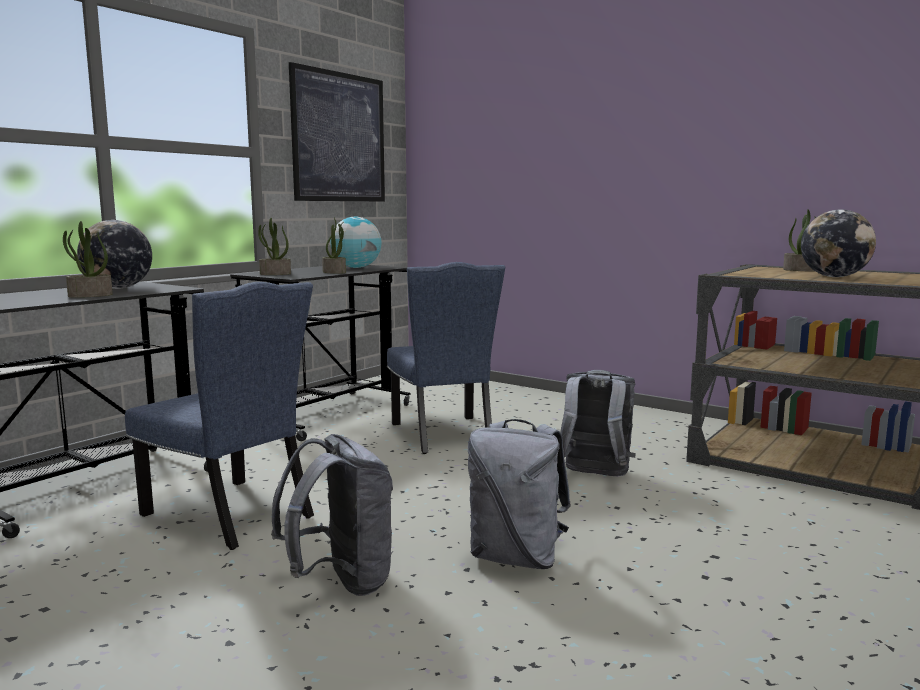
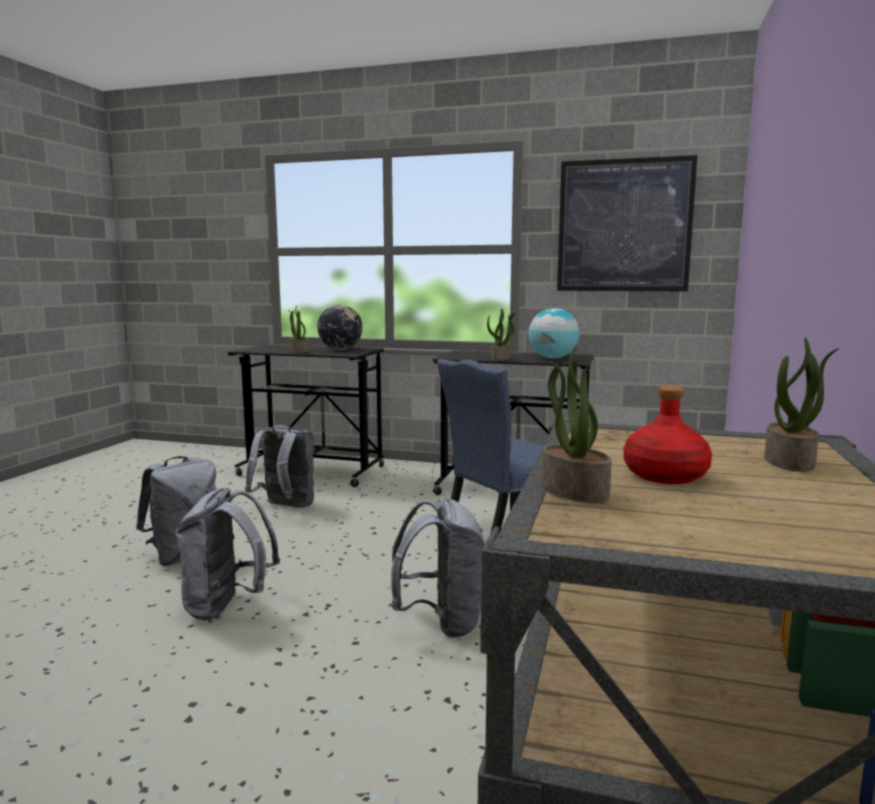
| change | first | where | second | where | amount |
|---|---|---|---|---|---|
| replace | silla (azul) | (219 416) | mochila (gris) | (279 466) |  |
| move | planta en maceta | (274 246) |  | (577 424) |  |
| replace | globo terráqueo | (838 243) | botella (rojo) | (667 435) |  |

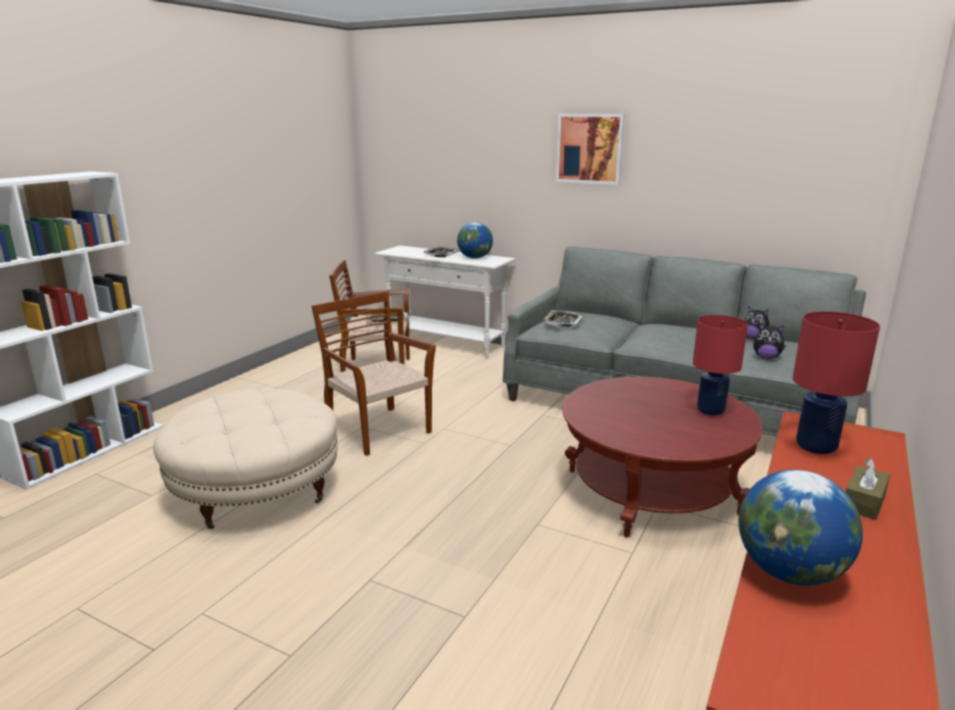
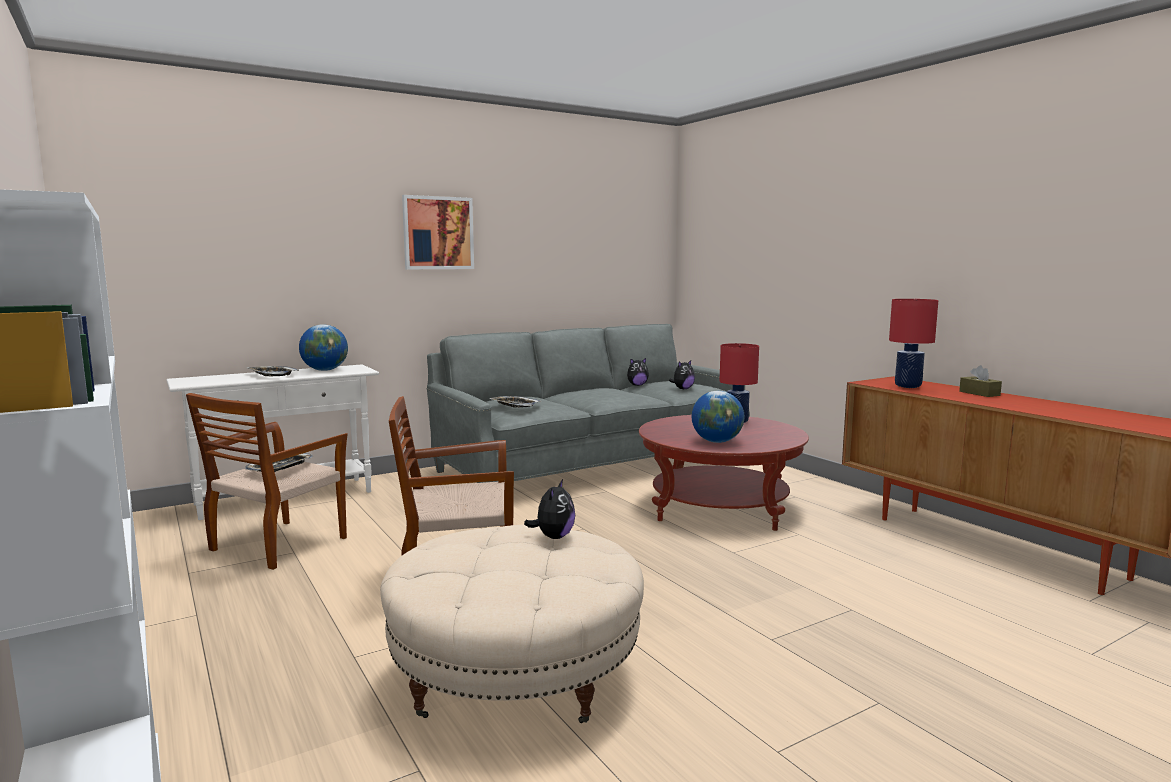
| change | first | where | second | where | amount |
|---|---|---|---|---|---|
| move | globo terráqueo | (800 527) |  | (718 417) |  |
| insert |  |  | peluche | (549 509) |  |

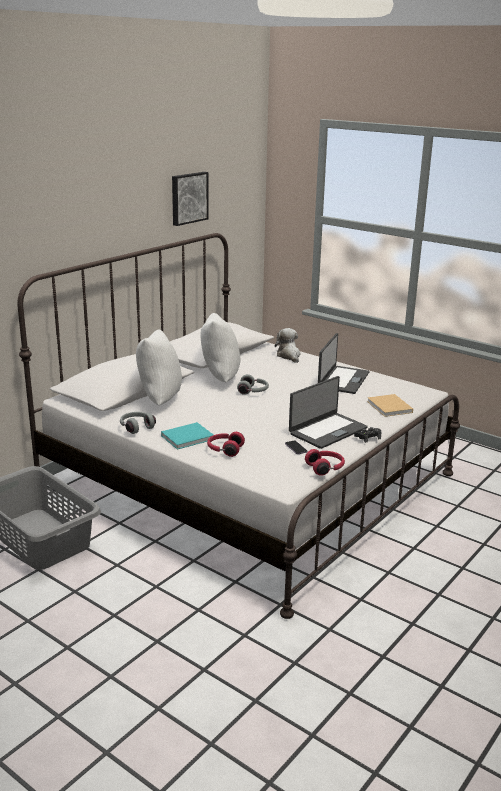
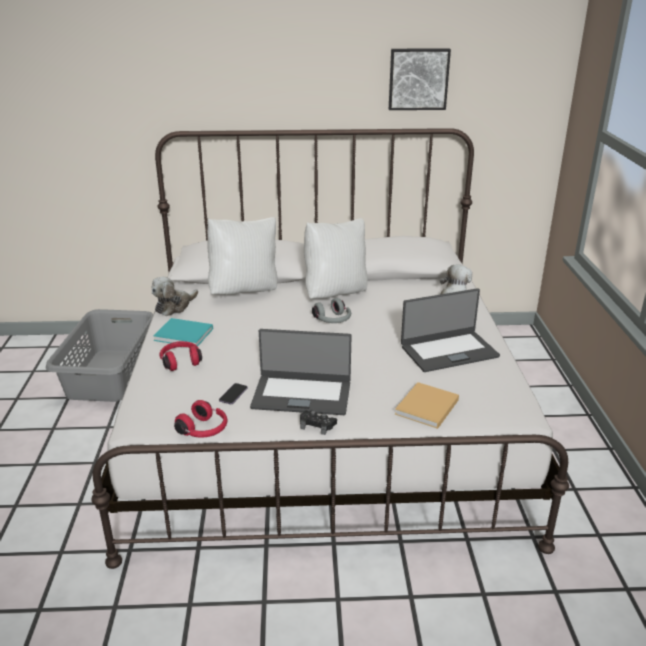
| change | first | where | second | where | amount |
|---|---|---|---|---|---|
| replace | auriculares (gris) | (138 423) | peluche | (174 296) |  |

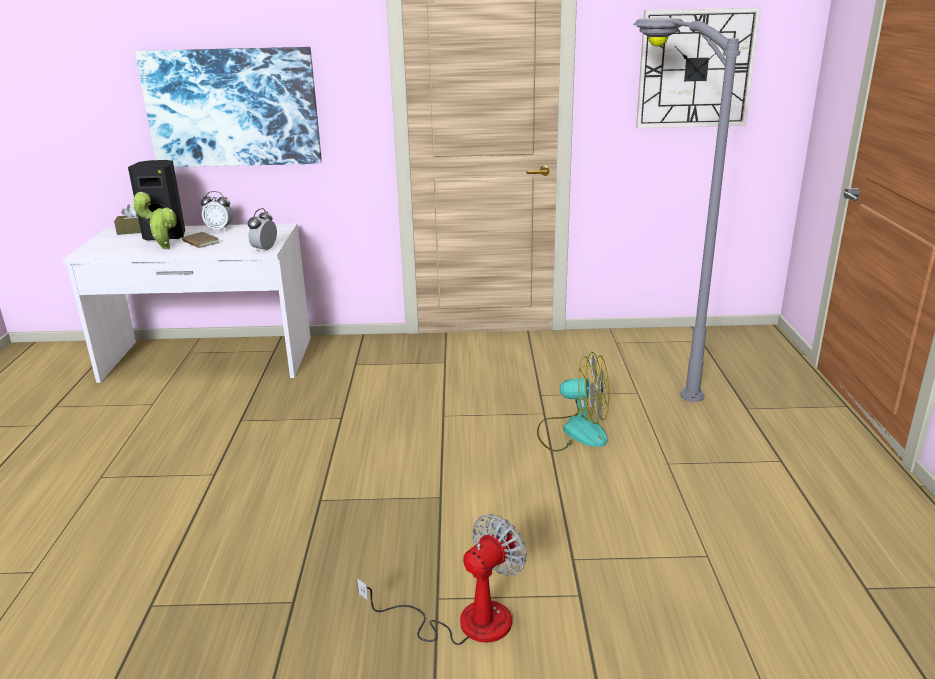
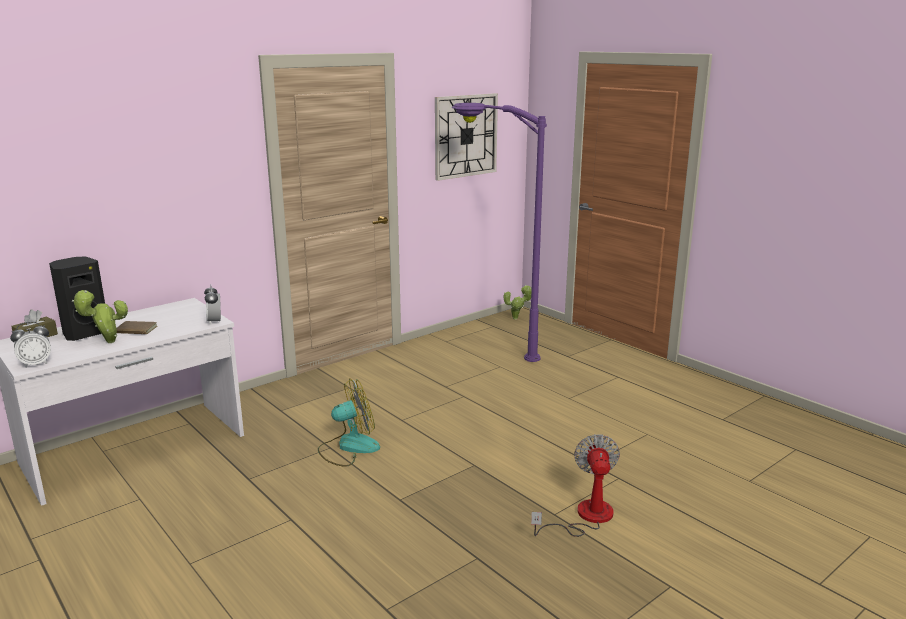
| change | first | where | second | where | amount |
|---|---|---|---|---|---|
| delete | cuadro | (228 107) |  |  |  |
| move | despertador | (217 211) |  | (30 345) |  |
| move | ventilador | (573 402) |  | (349 422) |  |
| recolor | lámpara de pie (gris) | (686 210) | lámpara de pie (morado) | (499 232) |  |
| insert |  |  | planta en maceta | (517 302) |  |

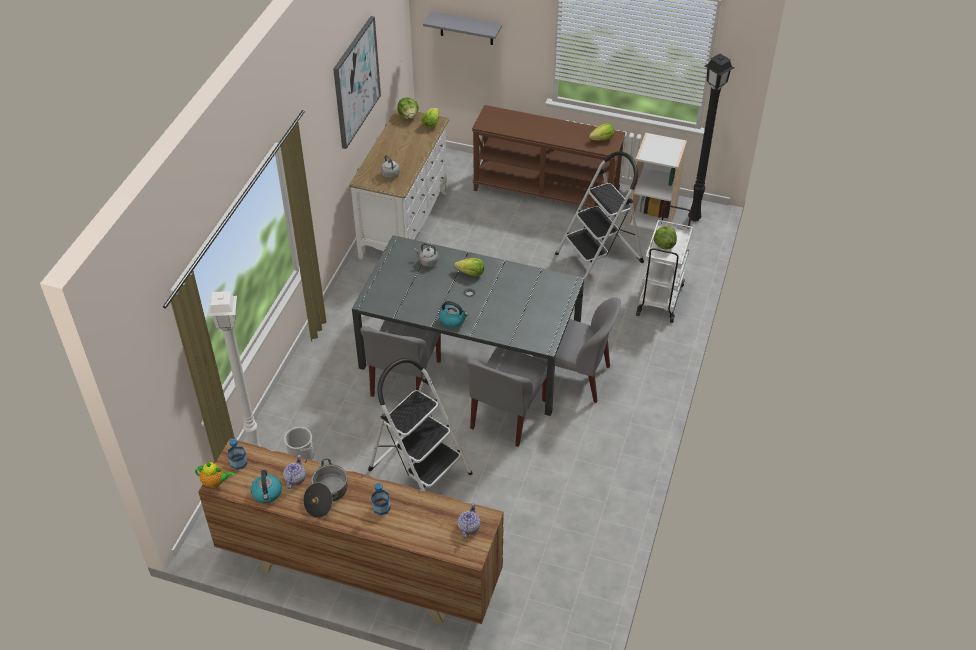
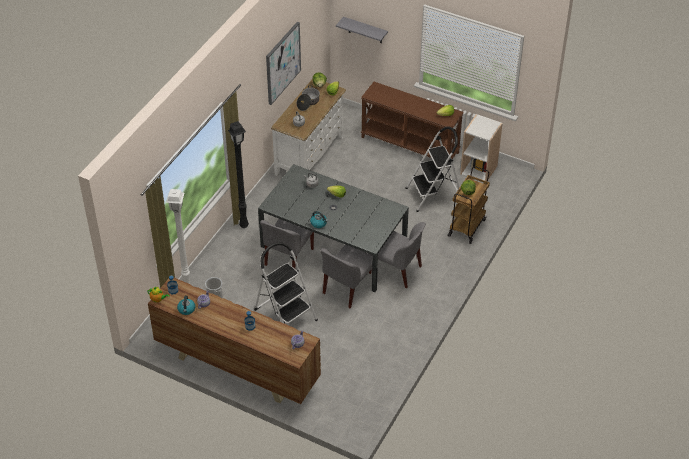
| change | first | where | second | where | amount |
|---|---|---|---|---|---|
| move | olla | (325 488) |  | (308 98) |  |
| recolor | carrito (blanco) | (664 264) | carrito (marrón) | (468 205) |  |
| move | lámpara de pie (negro) | (711 137) |  | (238 174) |  |

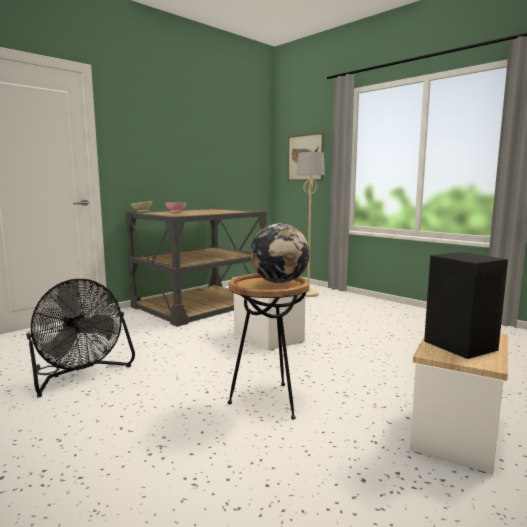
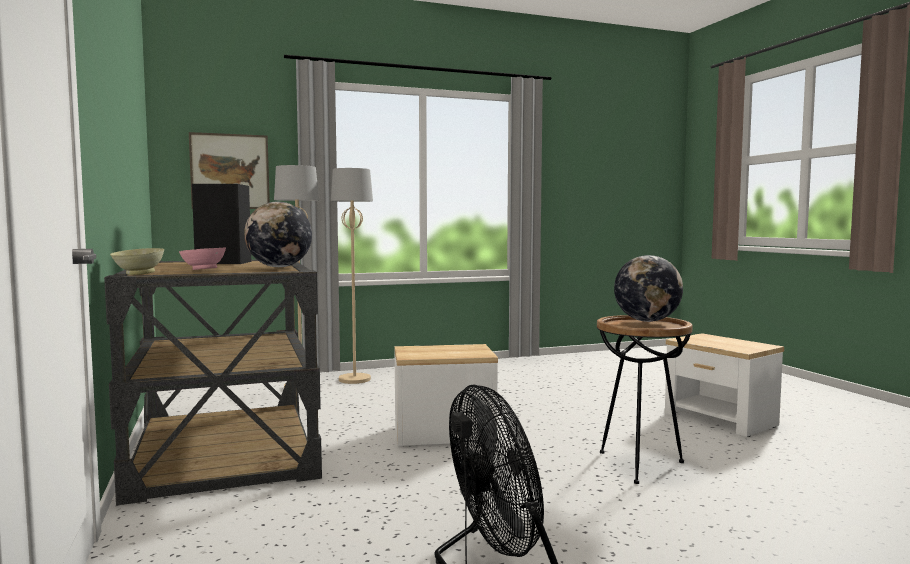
| change | first | where | second | where | amount |
|---|---|---|---|---|---|
| move | altavoz (negro) | (466 305) |  | (221 224) |  |
| insert |  |  | globo terráqueo | (278 234) |  |
| insert |  |  | lámpara de pie (beis) | (352 276) |  |

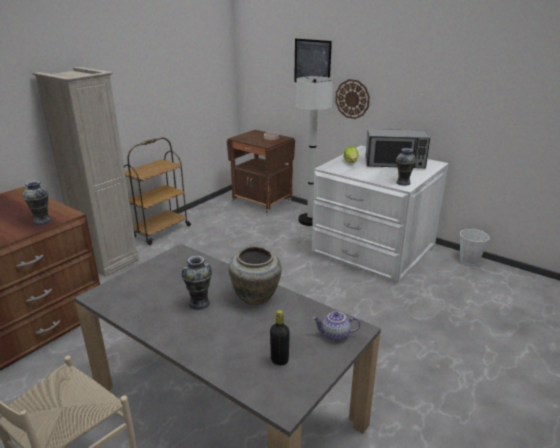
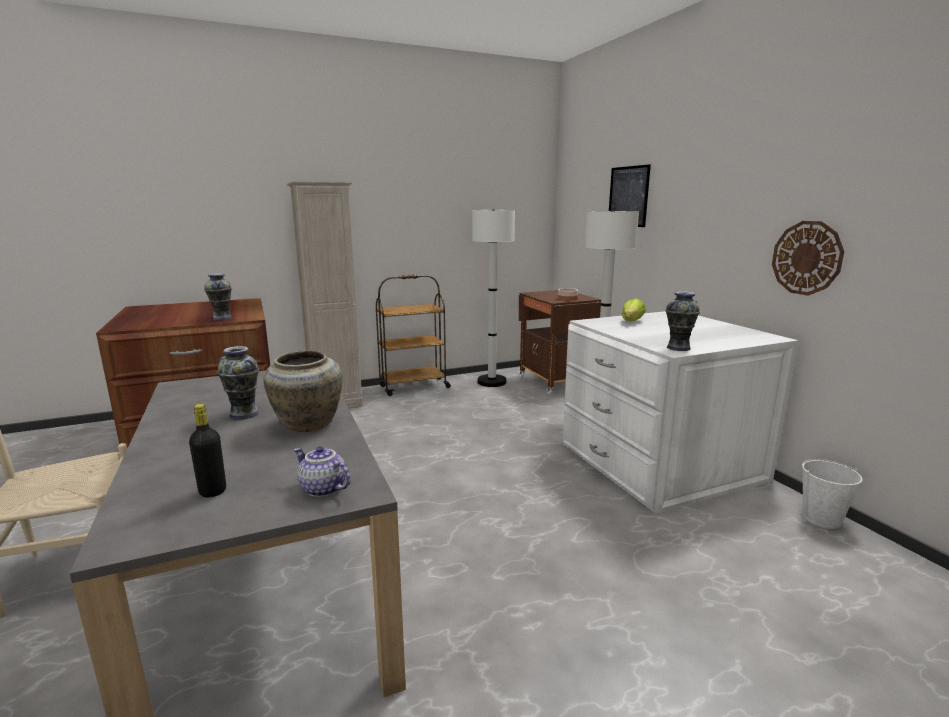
| change | first | where | second | where | amount |
|---|---|---|---|---|---|
| move | reloj de pared | (352 99) |  | (808 258) |  |
| delete | microondas | (397 148) |  |  |  |
| insert |  |  | lámpara de pie (blanco) | (493 298) |  |

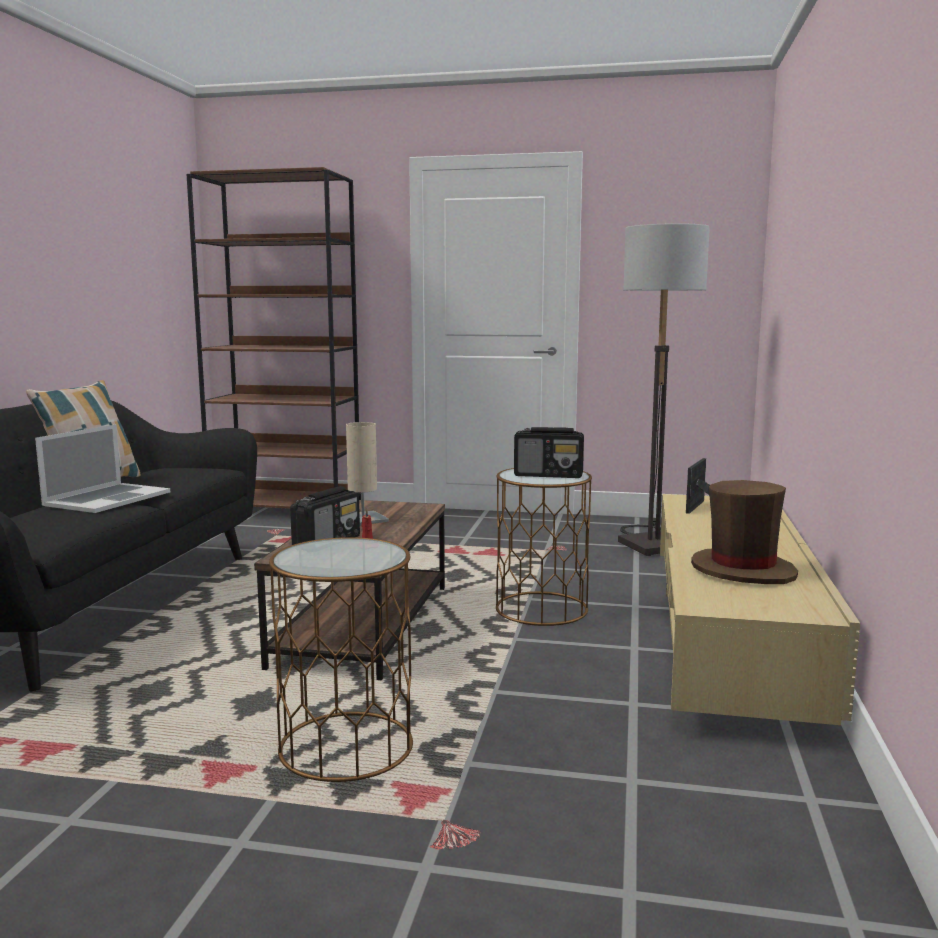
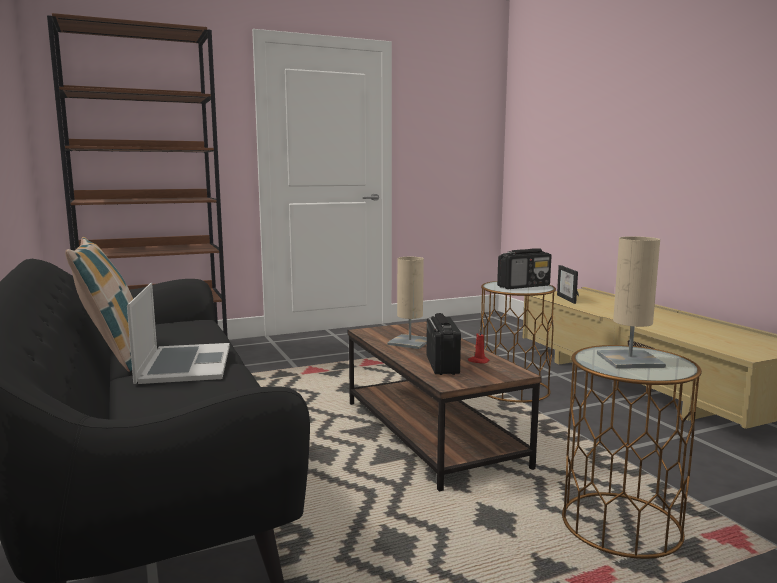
| change | first | where | second | where | amount |
|---|---|---|---|---|---|
| delete | lámpara de pie | (664 389) |  |  |  |
| delete | sombrero (marrón) | (744 532) |  |  |  |
| insert |  |  | lámpara de mesa (beis) | (631 302) |  |

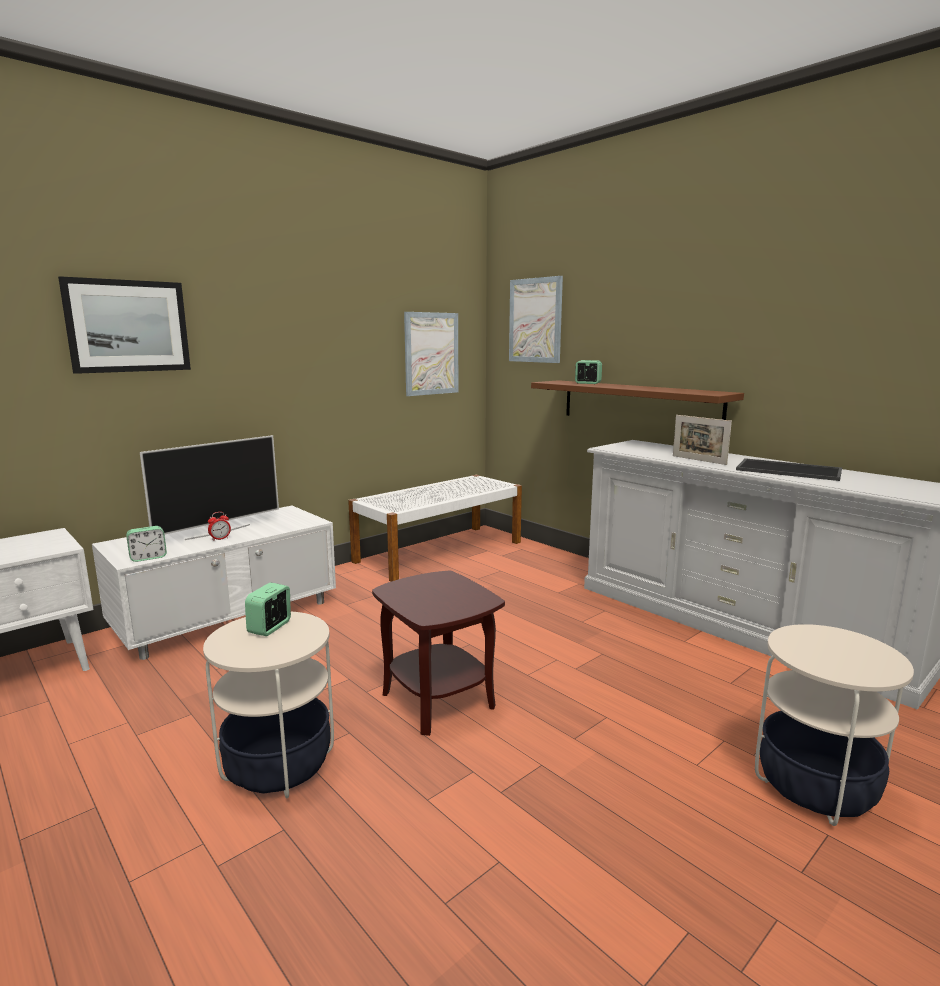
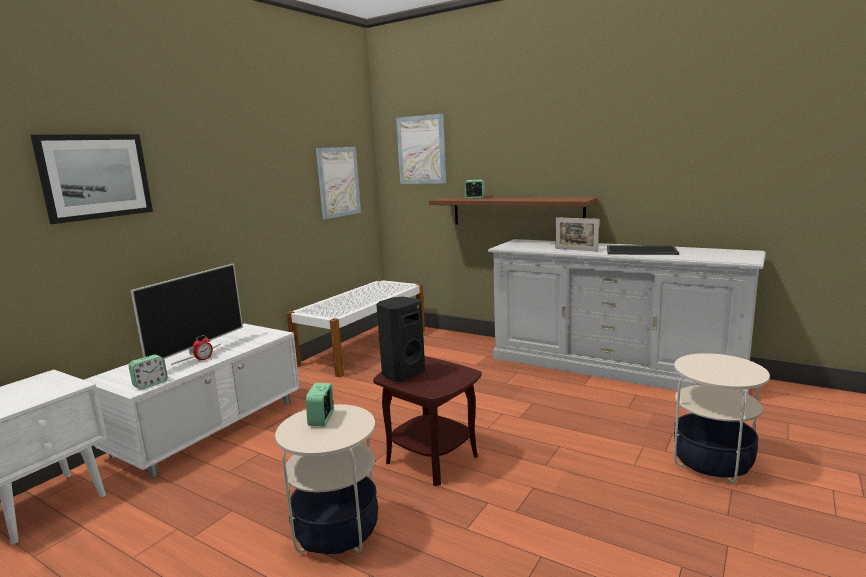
| change | first | where | second | where | amount |
|---|---|---|---|---|---|
| insert |  |  | altavoz (negro) | (401 339) |  |

